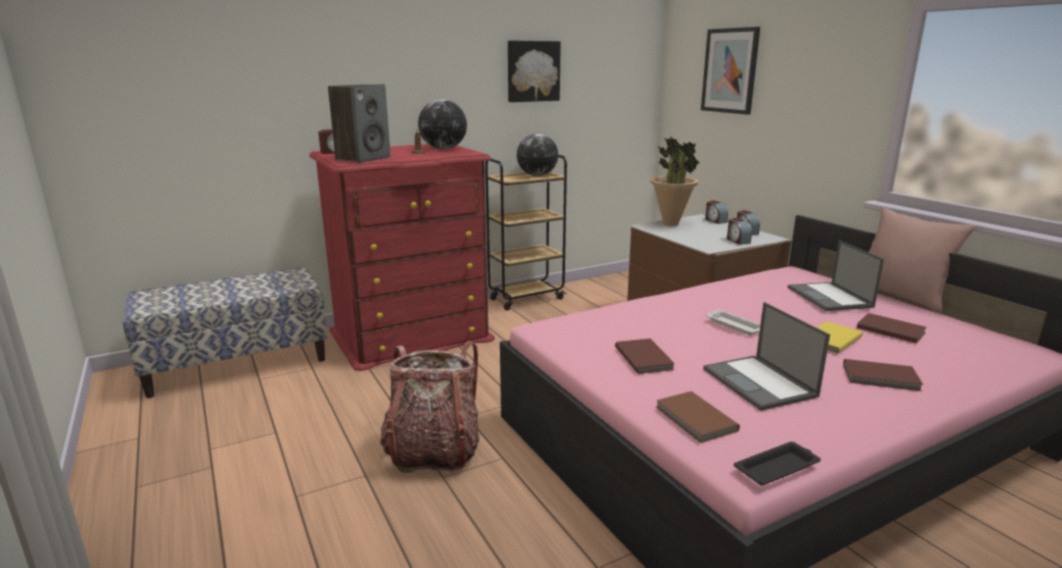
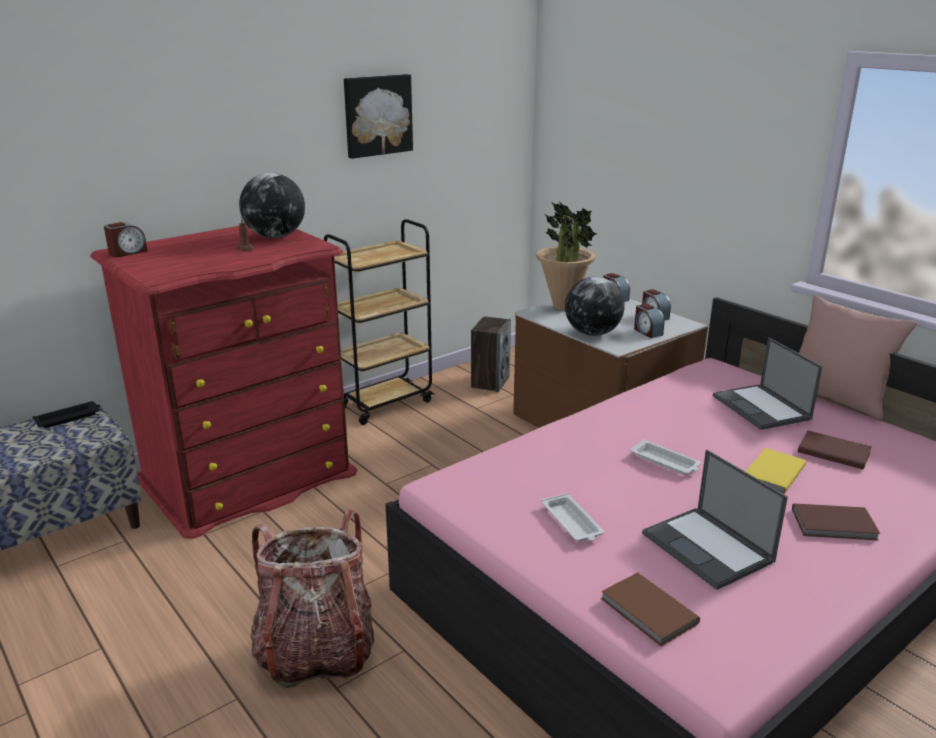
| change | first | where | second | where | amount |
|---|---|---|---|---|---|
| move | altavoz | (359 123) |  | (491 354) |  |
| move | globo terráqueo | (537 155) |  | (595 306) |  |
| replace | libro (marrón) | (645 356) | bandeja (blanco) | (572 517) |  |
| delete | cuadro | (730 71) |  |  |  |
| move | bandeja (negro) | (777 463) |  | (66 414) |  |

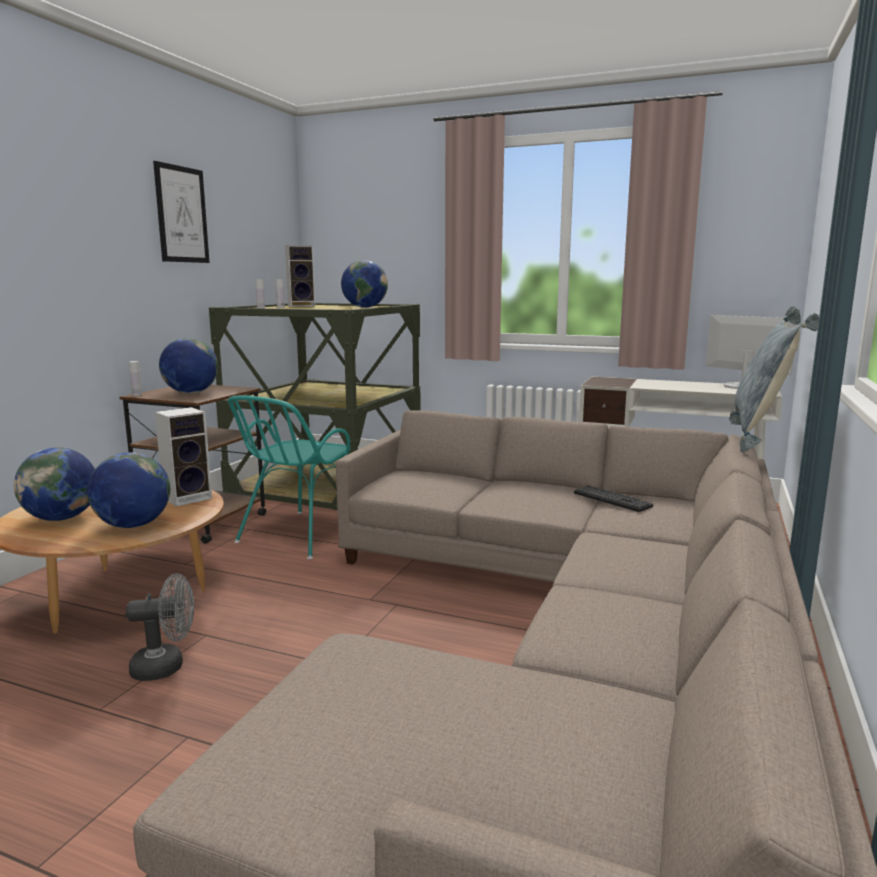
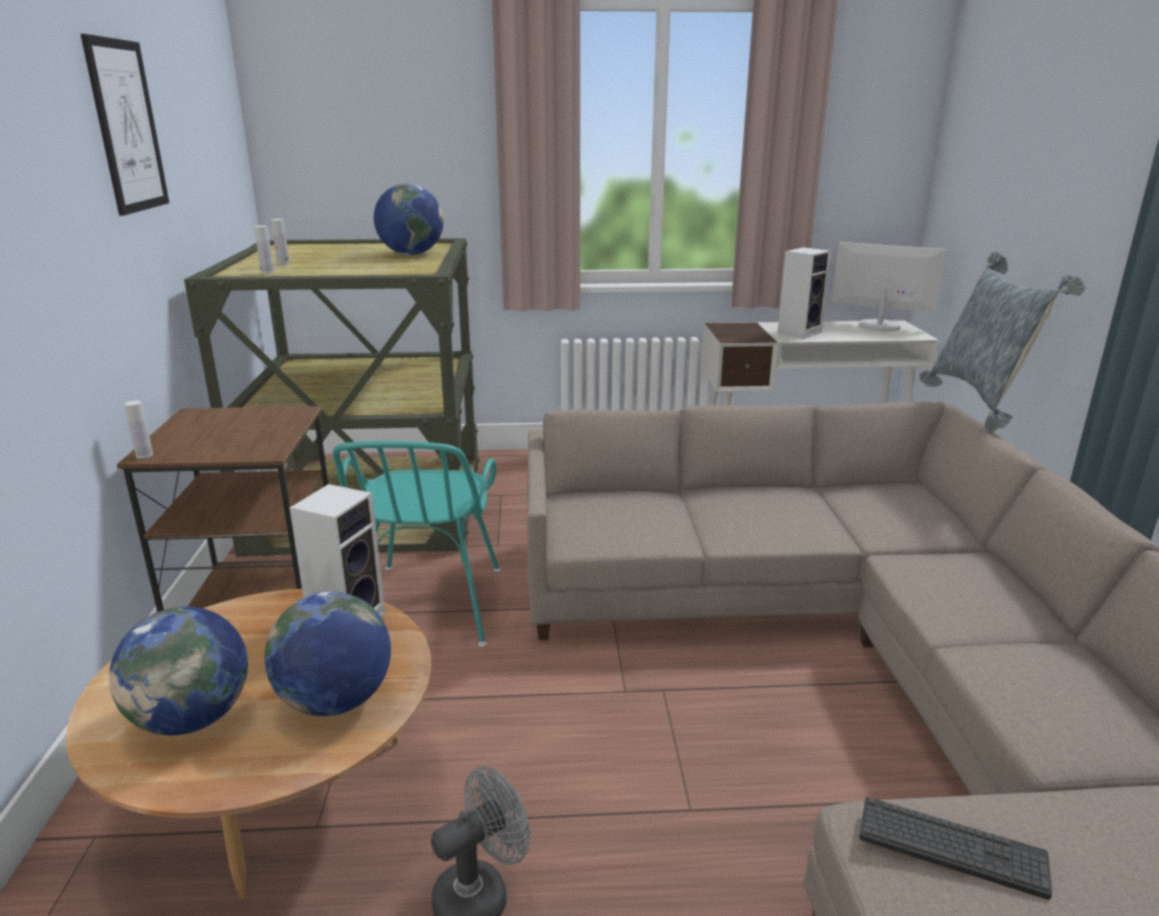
| change | first | where | second | where | amount |
|---|---|---|---|---|---|
| delete | globo terráqueo | (188 365) |  |  |  |
| move | altavoz | (300 276) |  | (804 293) |  |
| move | teclado | (613 498) |  | (955 848) |  |

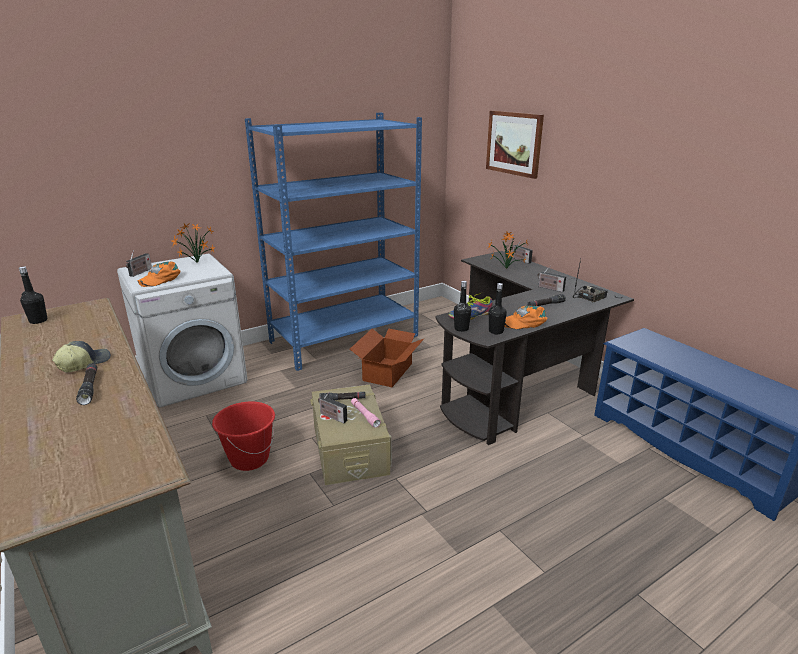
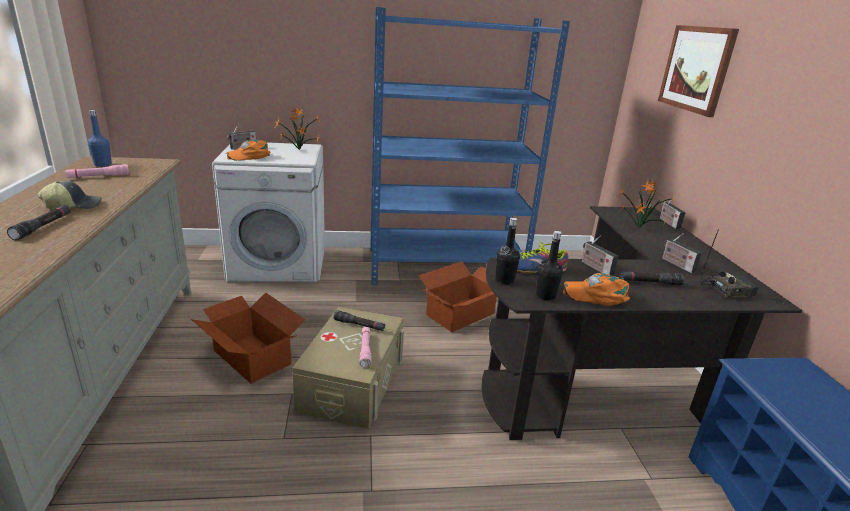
| change | first | where | second | where | amount |
|---|---|---|---|---|---|
| recolor | botella (negro) | (33 295) | botella (azul) | (100 138) |  |
| replace | cubo (rojo) | (243 436) | caja de cartón | (248 338) |  |
| move | radio | (332 407) |  | (600 255) |  |
| insert |  |  | linterna (rosa) | (97 171) |  |

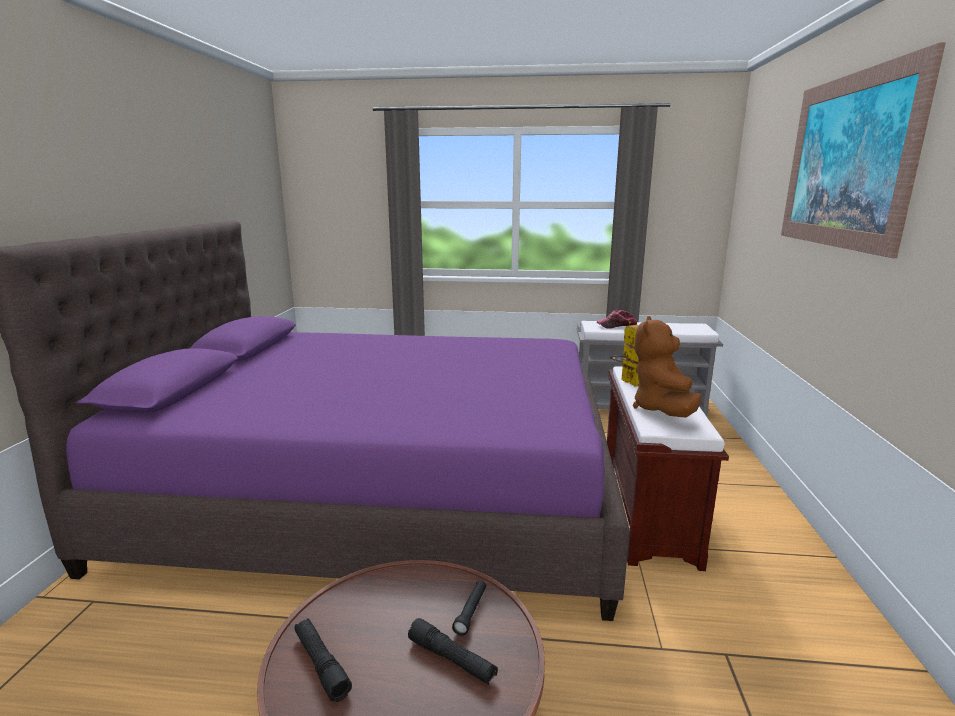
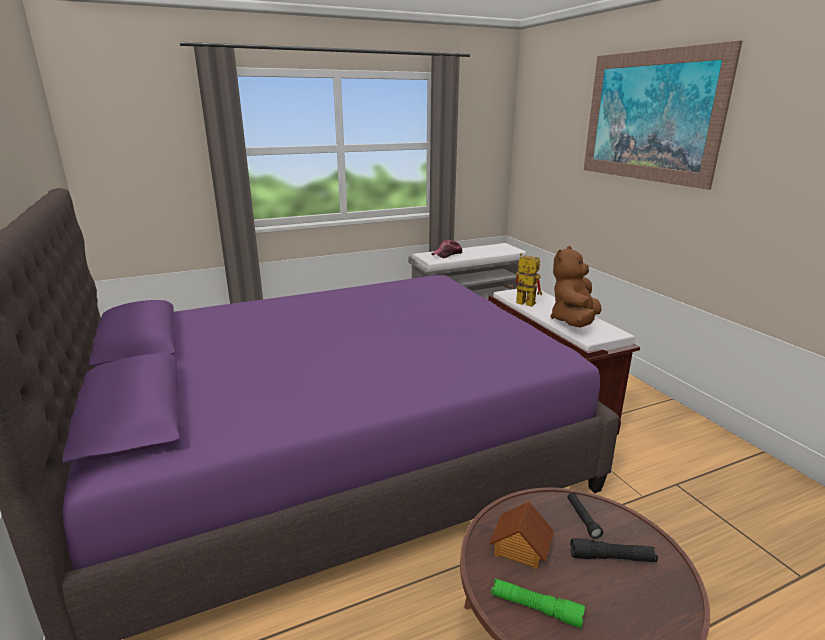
| change | first | where | second | where | amount |
|---|---|---|---|---|---|
| recolor | linterna (negro) | (323 660) | linterna (verde) | (538 603) |  |
| rotate | peluche (marrón) | (667 366) |  | (576 287) | 45 degrees clockwise |
| insert |  |  | casita | (521 535) |  |

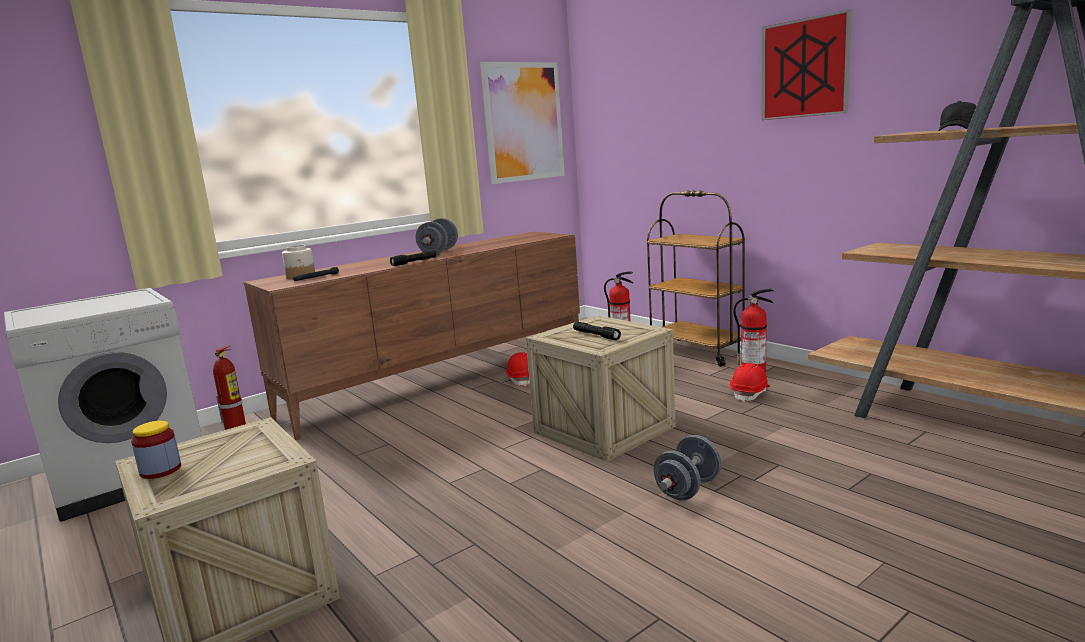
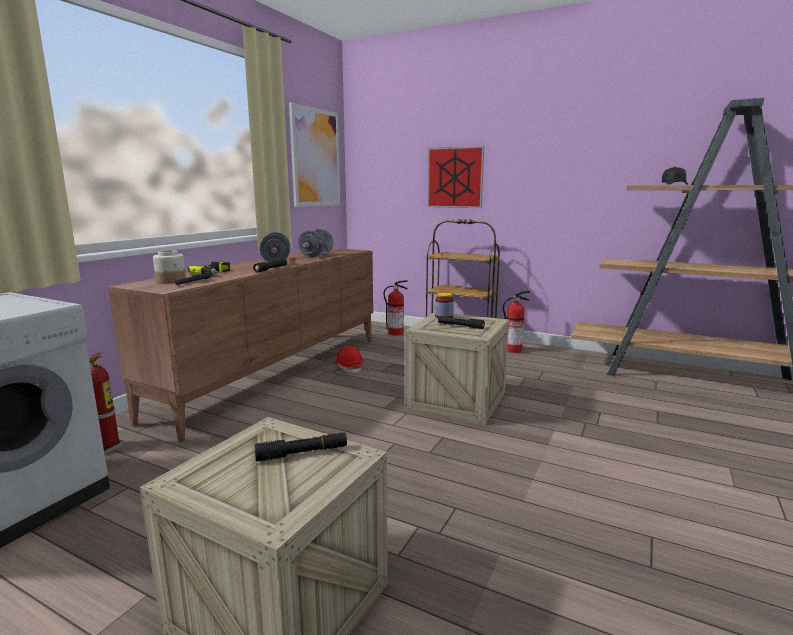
| change | first | where | second | where | amount |
|---|---|---|---|---|---|
| move | tarro | (156 450) |  | (444 305) |  |
| move | mancuerna (gris) | (687 468) |  | (315 243) |  |
| delete | casco (rojo) | (750 382) |  |  |  |
| move | cuadro | (806 64) |  | (455 177) |  |
| insert |  |  | taladro | (209 268) |  |
| insert |  |  | linterna (negro) | (301 447) |  |

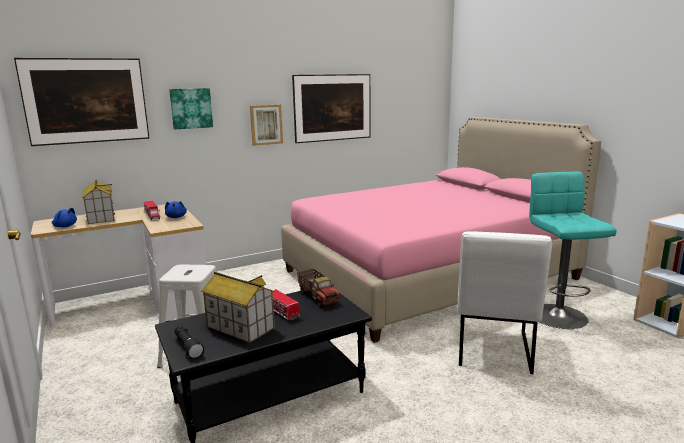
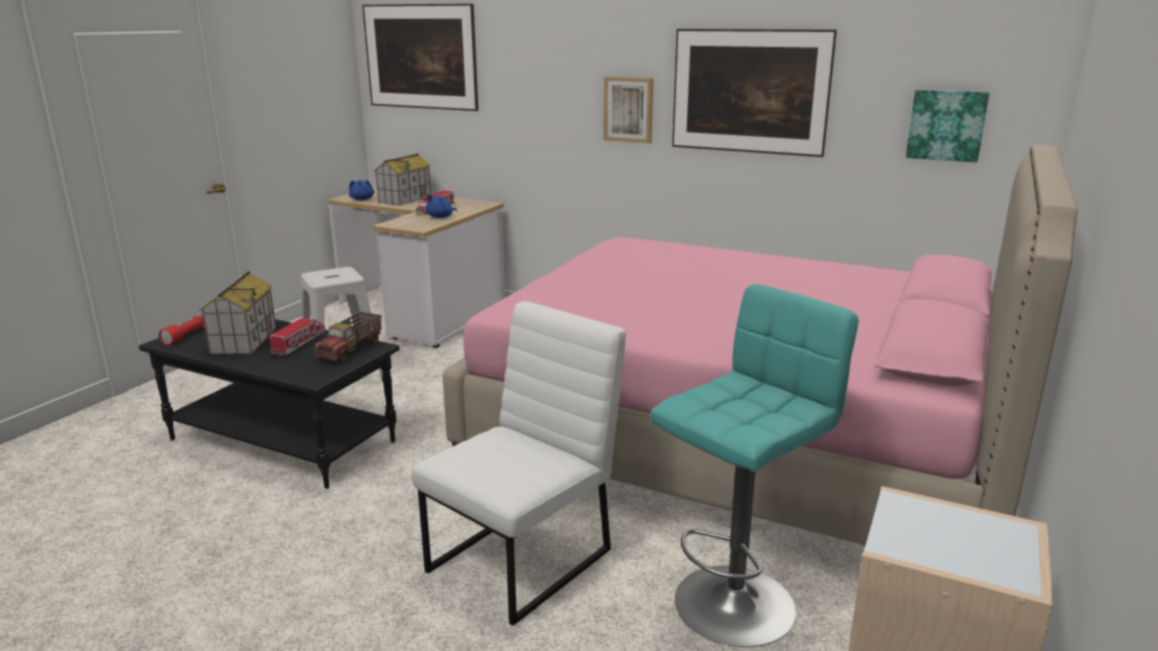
| change | first | where | second | where | amount |
|---|---|---|---|---|---|
| move | cuadro | (191 108) |  | (947 125) |  |
| recolor | linterna (negro) | (189 342) | linterna (rojo) | (181 330) |  |
| rotate | silla (blanco) | (505 302) |  | (518 463) | 150 degrees clockwise |

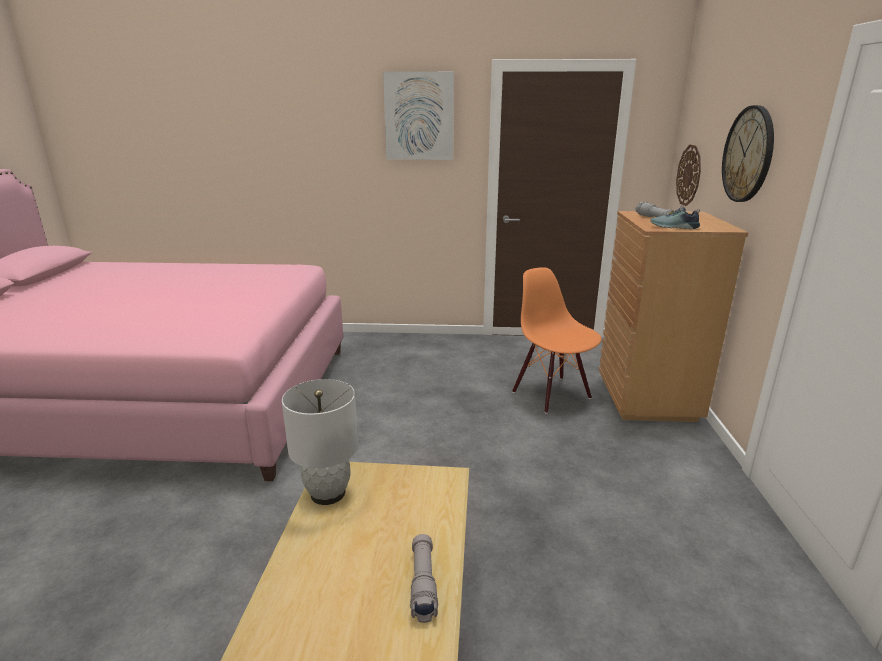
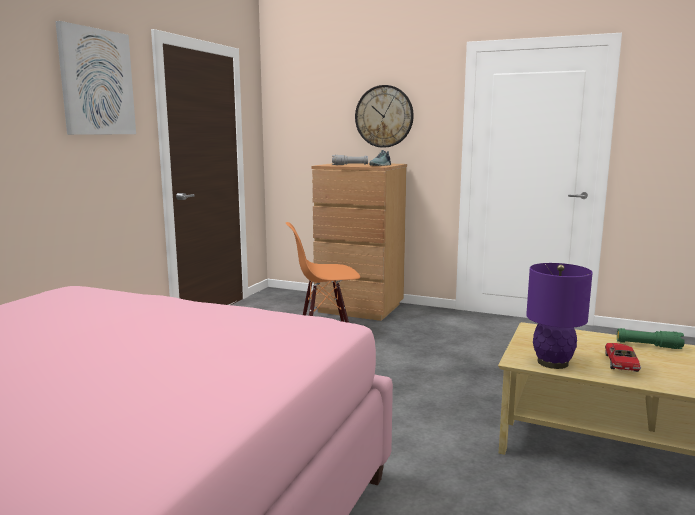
| change | first | where | second | where | amount |
|---|---|---|---|---|---|
| recolor | lámpara de mesa (blanco) | (320 442) | lámpara de mesa (morado) | (559 316) |  |
| recolor | linterna (gris) | (424 578) | linterna (verde) | (651 338) |  |
| delete | reloj de pared | (688 175) |  |  |  |
| insert |  |  | coche de juguete | (623 357) |  |

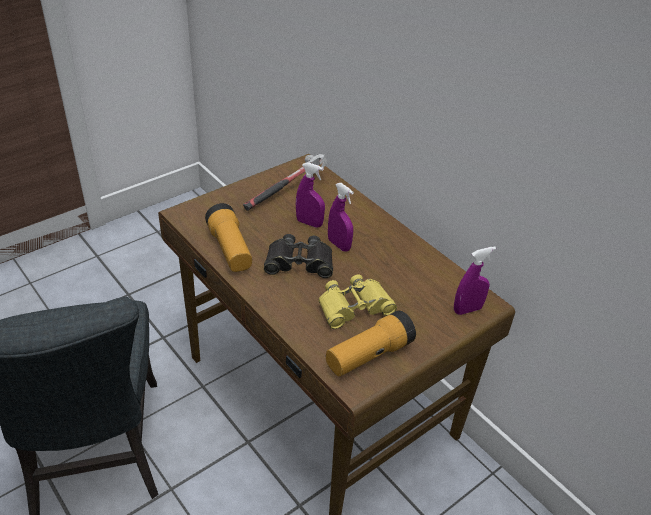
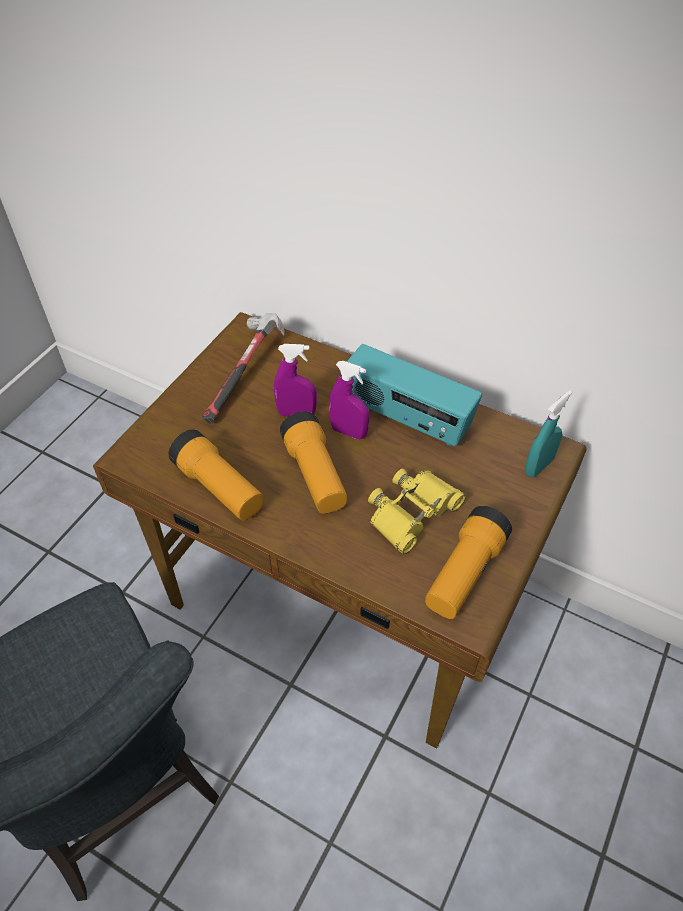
| change | first | where | second | where | amount |
|---|---|---|---|---|---|
| replace | prismáticos (negro) | (298 256) | linterna | (313 462) |  |
| recolor | pulverizador (morado) | (475 281) | pulverizador (turquesa) | (548 433) |  |
| insert |  |  | radio | (414 395) |  |

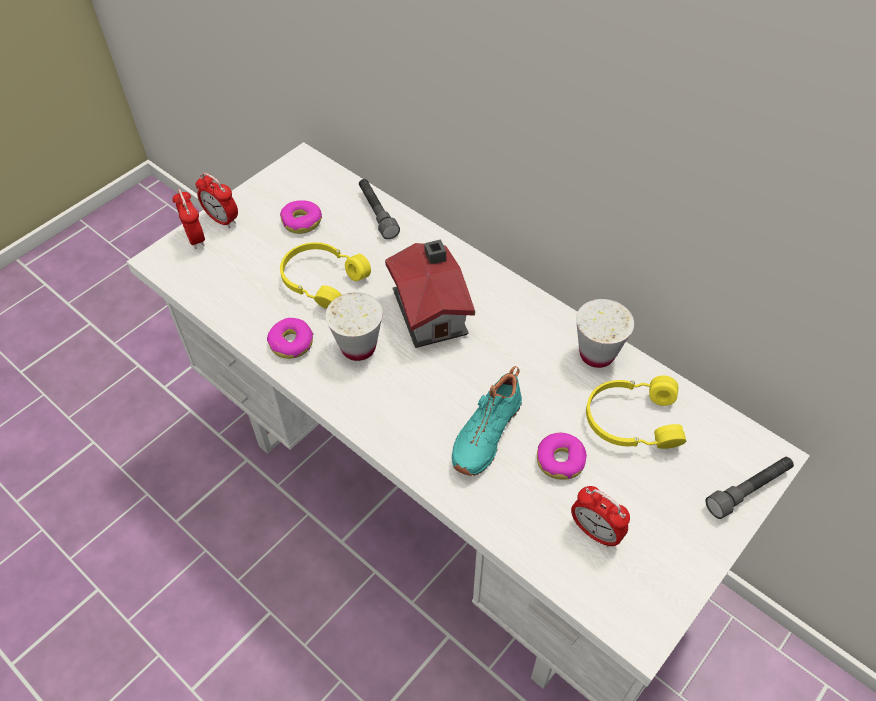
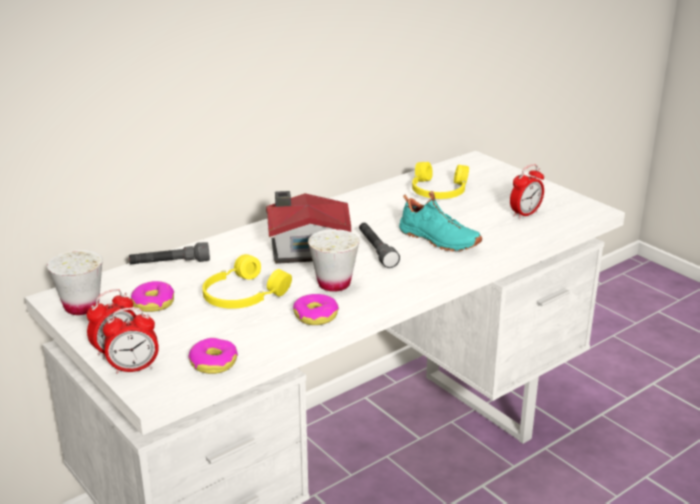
| change | first | where | second | where | amount |
|---|---|---|---|---|---|
| move | rosquilla | (562 456) |  | (213 356) |  |
| move | taza (blanco) | (605 333) |  | (75 282) |  |
| move | linterna (gris) | (749 488) |  | (379 245) |  |

